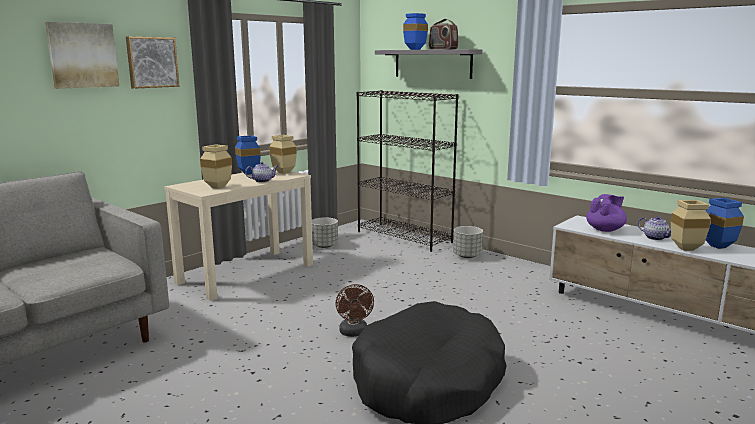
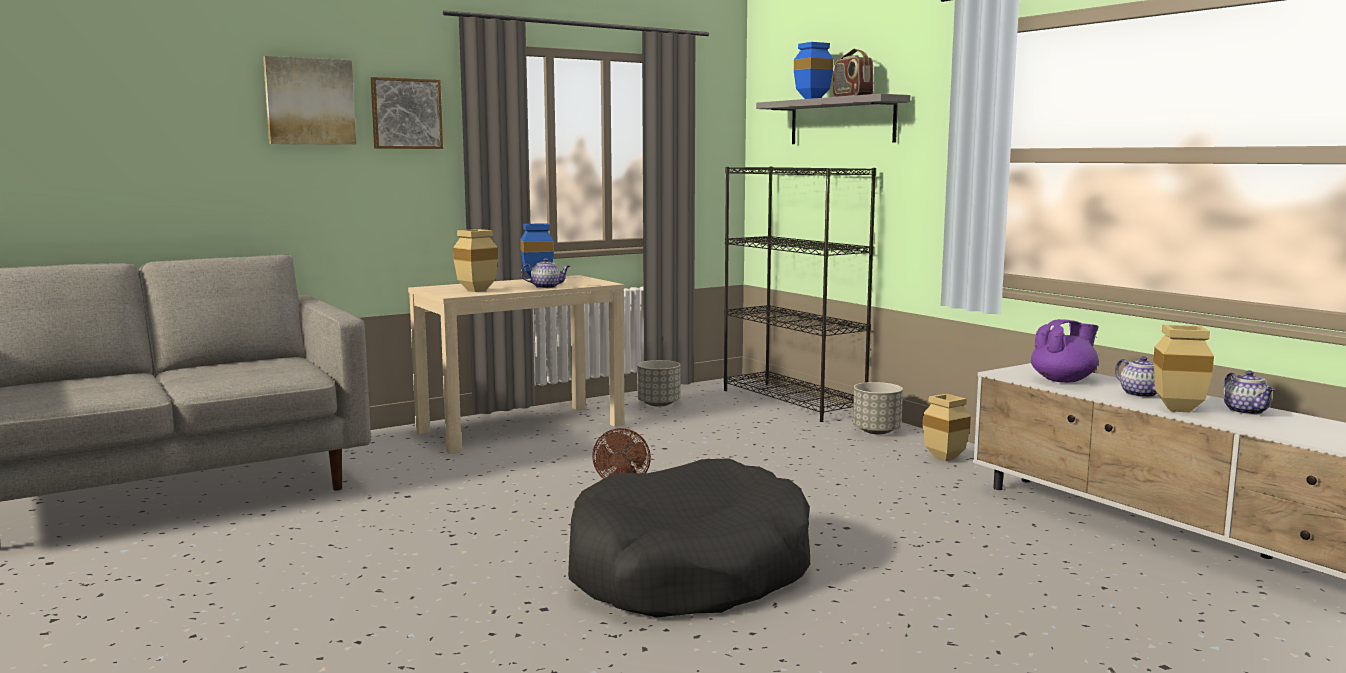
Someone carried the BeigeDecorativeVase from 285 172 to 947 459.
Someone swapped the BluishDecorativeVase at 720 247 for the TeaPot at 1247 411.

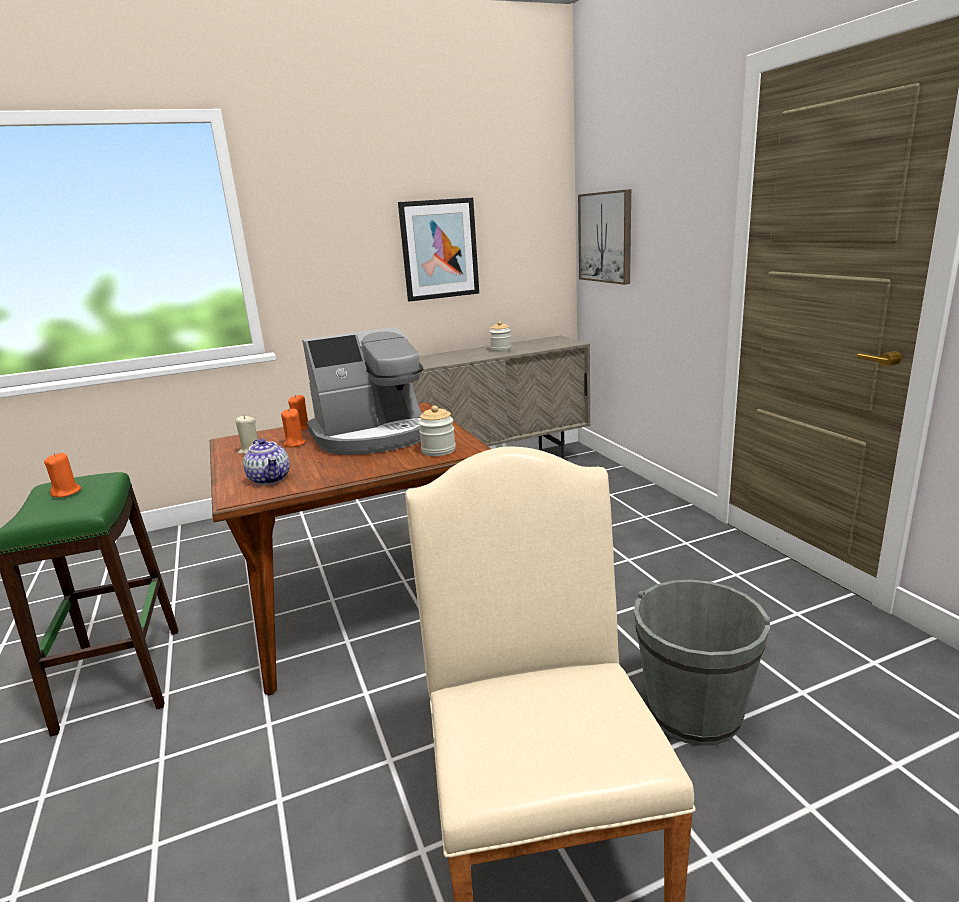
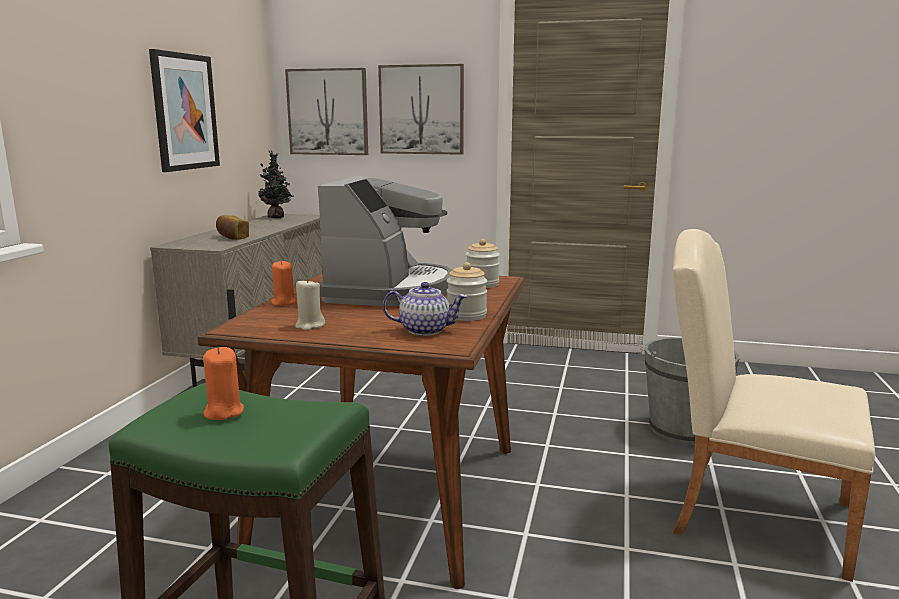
Someone took away the OrangeColouredCandle at 294 444.
Someone carried the Jar from 501 349 to 466 315.
Someone put down the BakedBread at 232 237.
Someone put down the Houseplant at 277 217.
Someone put up the WallArt at 422 110.

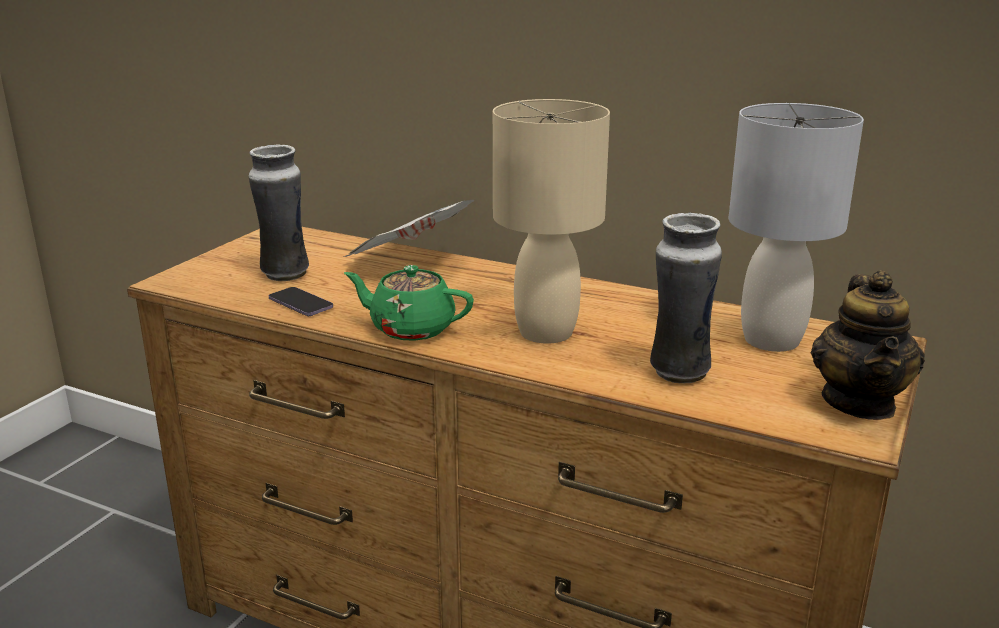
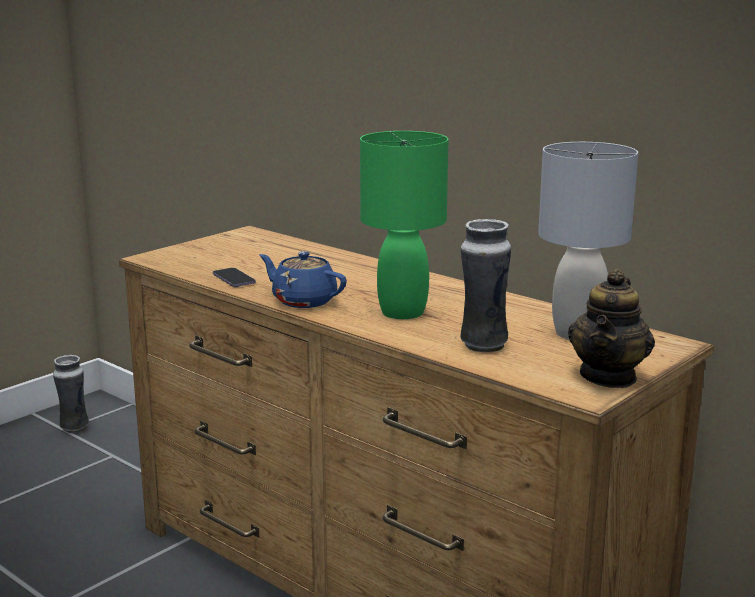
Someone carried the DecorativeVase from 284 275 to 74 428.
Someone took away the DailyPaper at 409 262.
Someone repainted the GreenTeaPot at 411 328, which became the BluishTeaPot at 303 301.
Someone repainted the BeigeLampForATable at 545 332, which became the GreenLampForATable at 401 312.

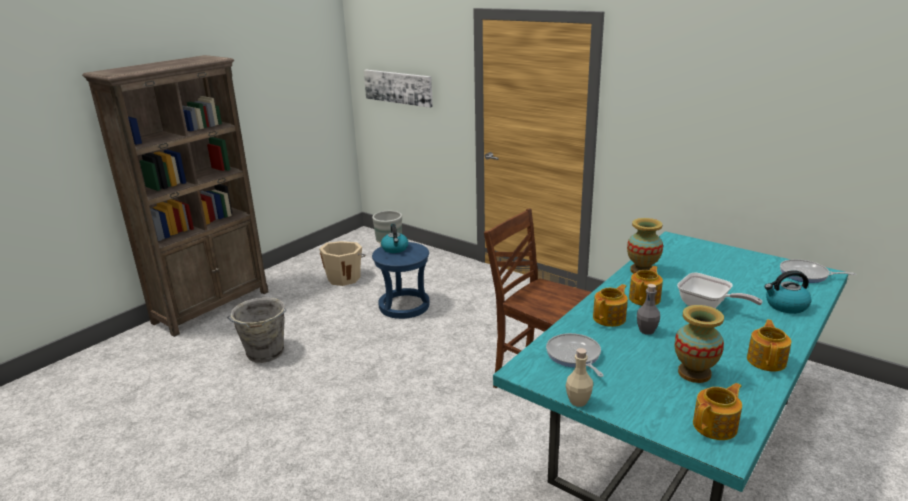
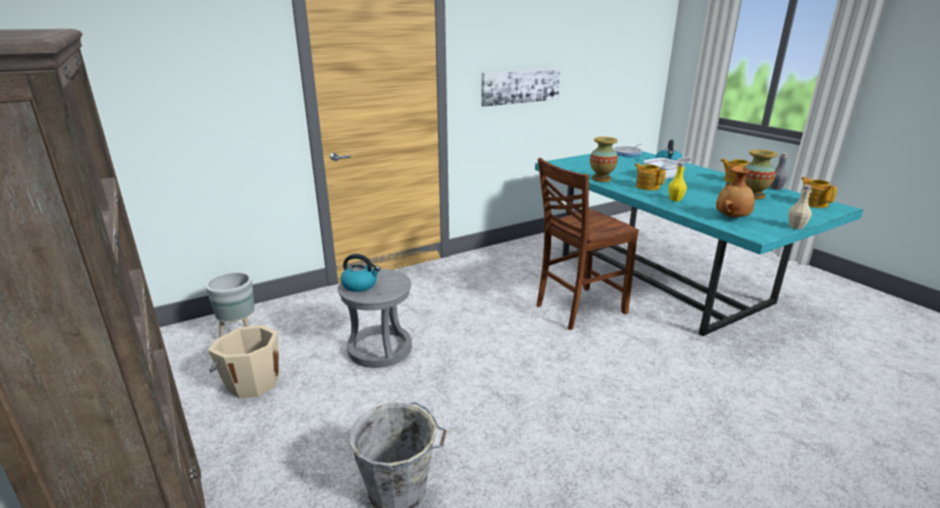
Someone carried the WallArt from 398 87 to 520 86.
Someone repainted the BluishStoolSeat at 404 305, which became the GreyStoolSeat at 379 349.
Someone swapped the FryingPan at 574 356 for the BrownDecorativeVase at 732 217.
Someone swapped the TeaPot at 610 318 for the YellowBottle at 675 199.
Someone carried the GreyBottle from 646 330 to 775 188.

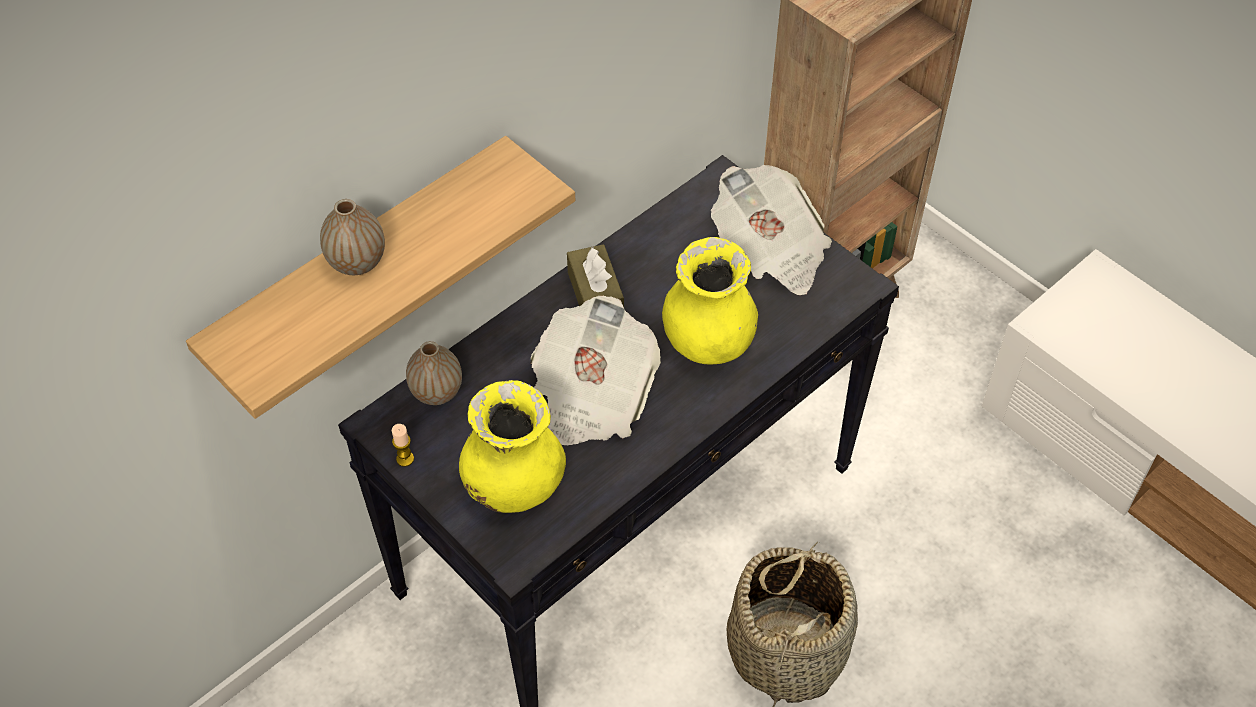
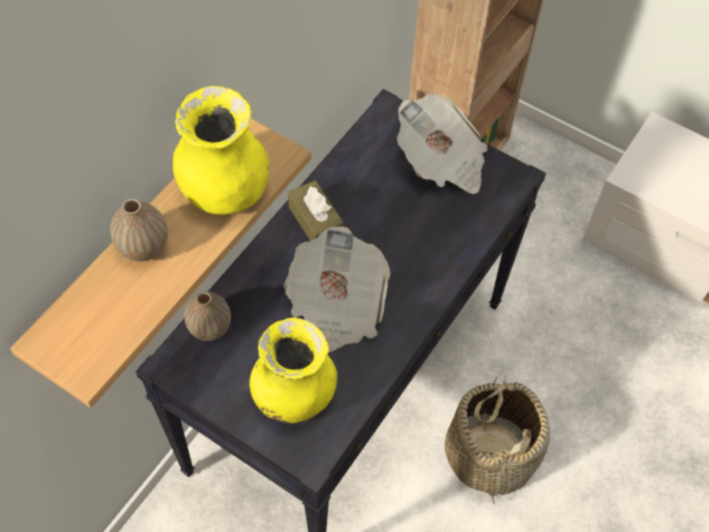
Someone took away the Candle at 405 459.
Someone carried the YellowDecorativeVase from 707 341 to 224 191.

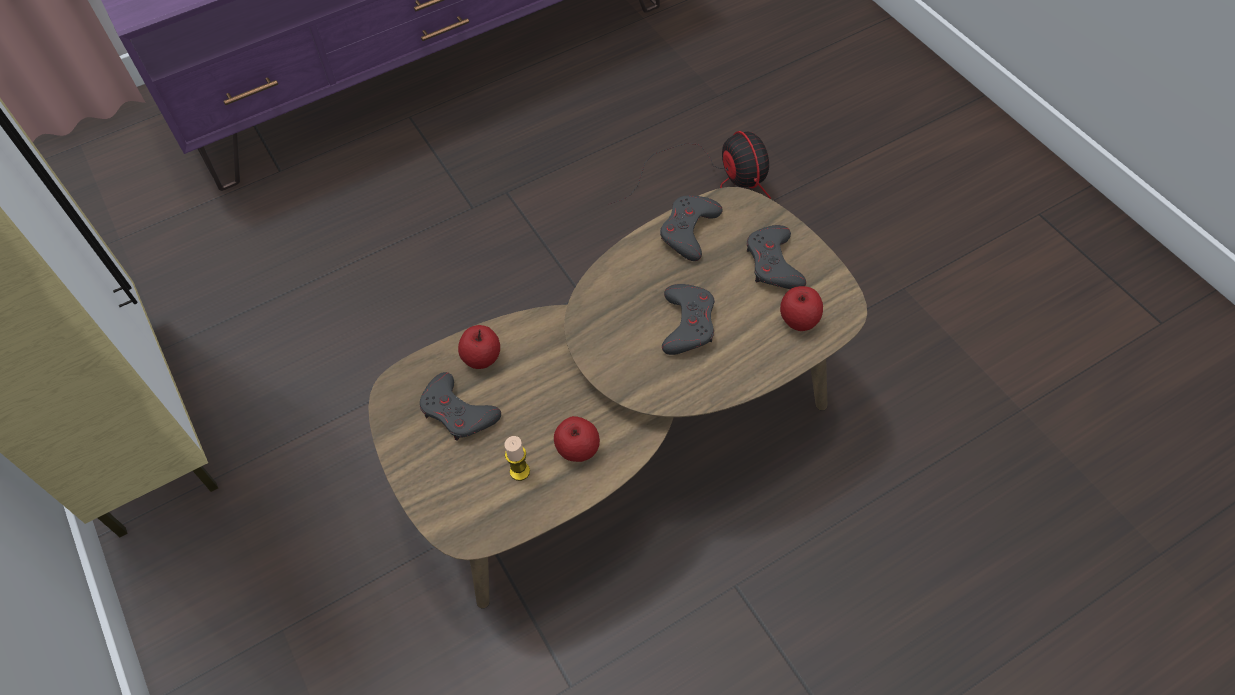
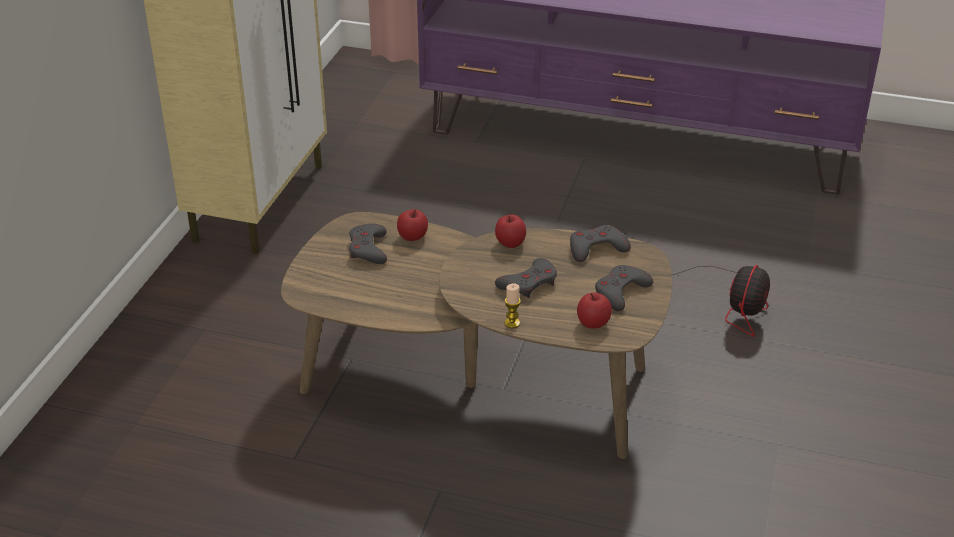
Someone carried the Candle from 519 471 to 512 323.
Someone carried the WholeApple from 578 449 to 510 243.

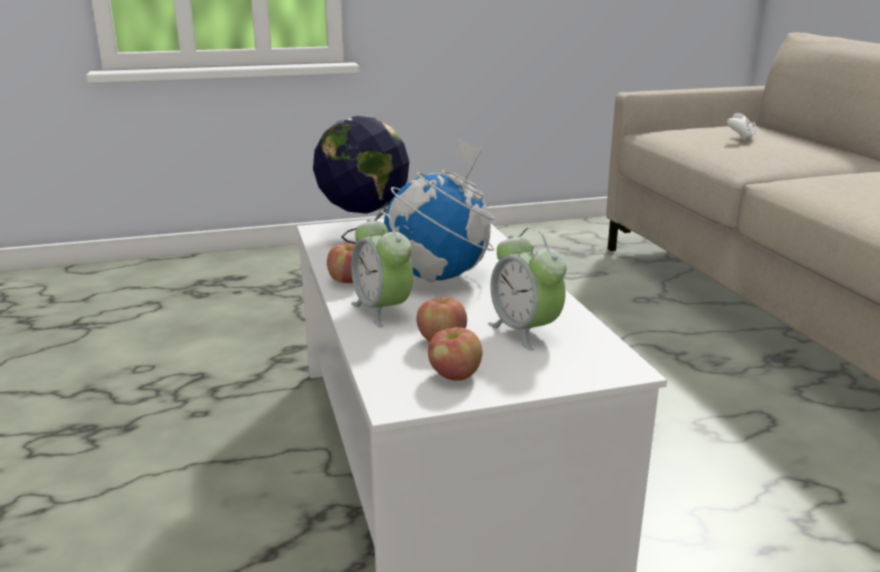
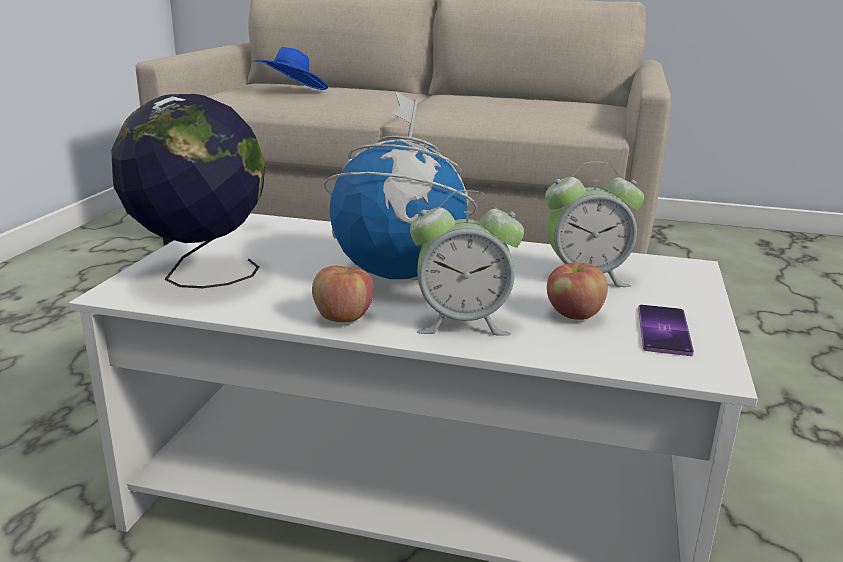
Someone swapped the WholeApple at 455 375 for the Telephone at 664 330.
Someone swapped the WhitishGameController at 740 138 for the BluishClothingHat at 292 92.

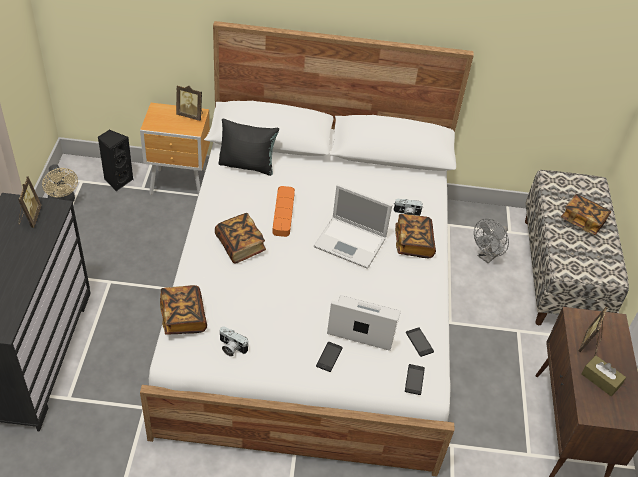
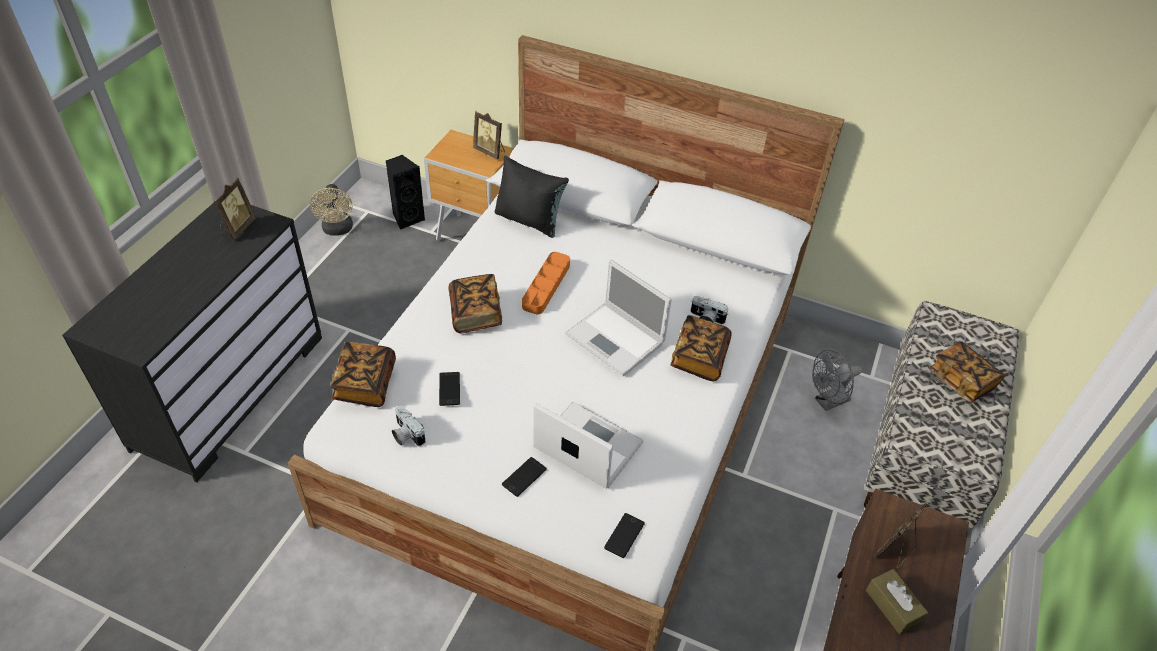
Someone carried the Telephone from 419 342 to 449 389.

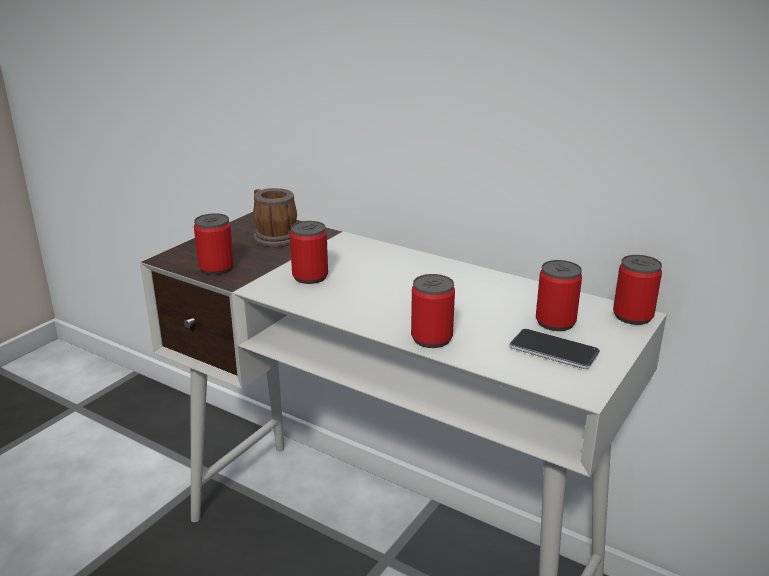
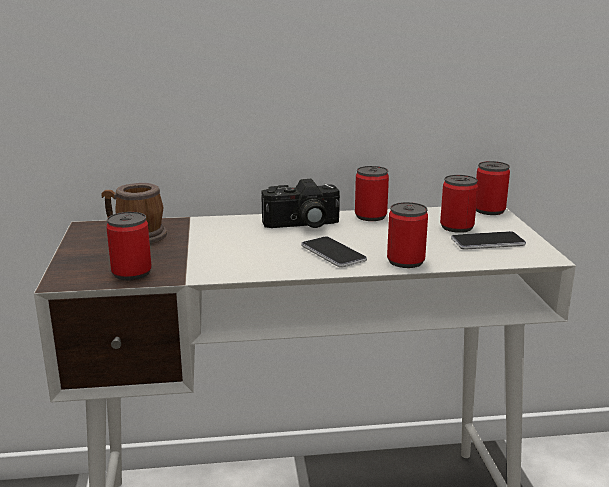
Someone carried the SealedCan from 310 277 to 370 216.
Someone put down the StillCamera at 302 225.
Someone put down the Telephone at 333 253.

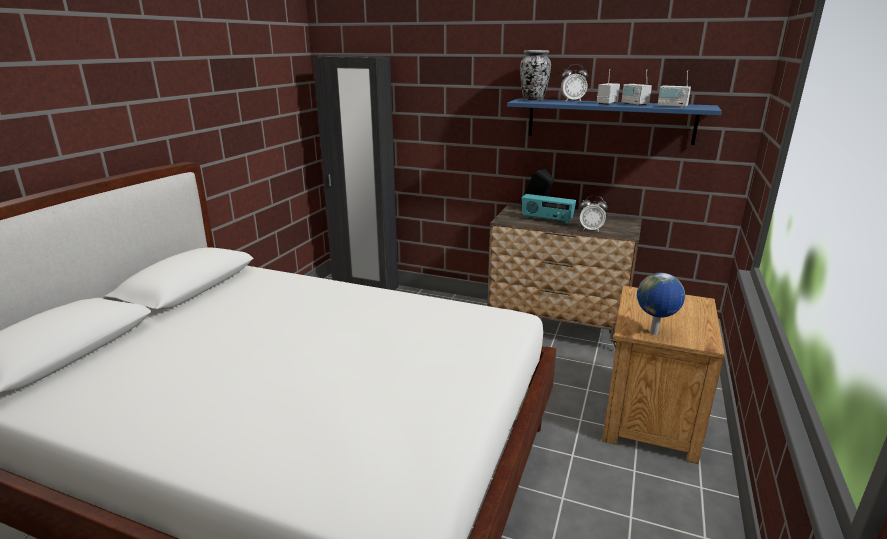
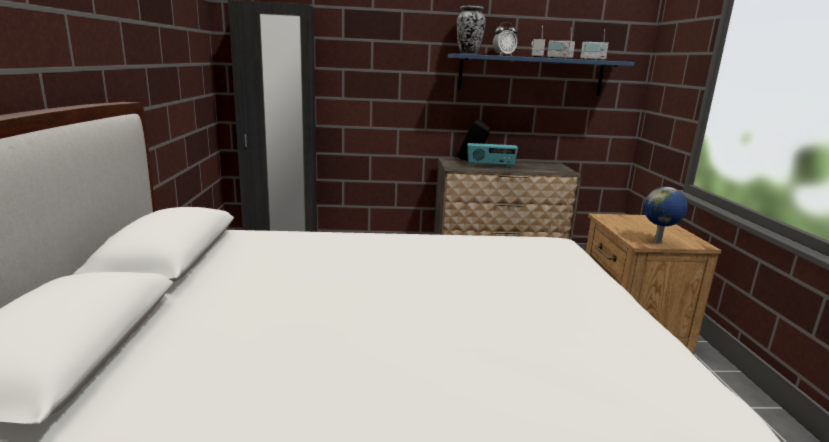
Someone took away the AlarmClock at 591 230.

